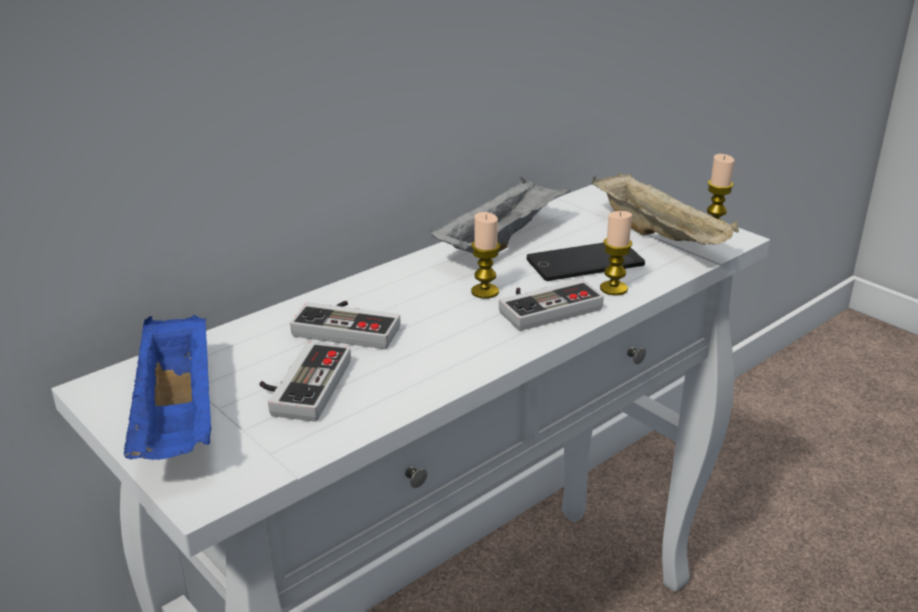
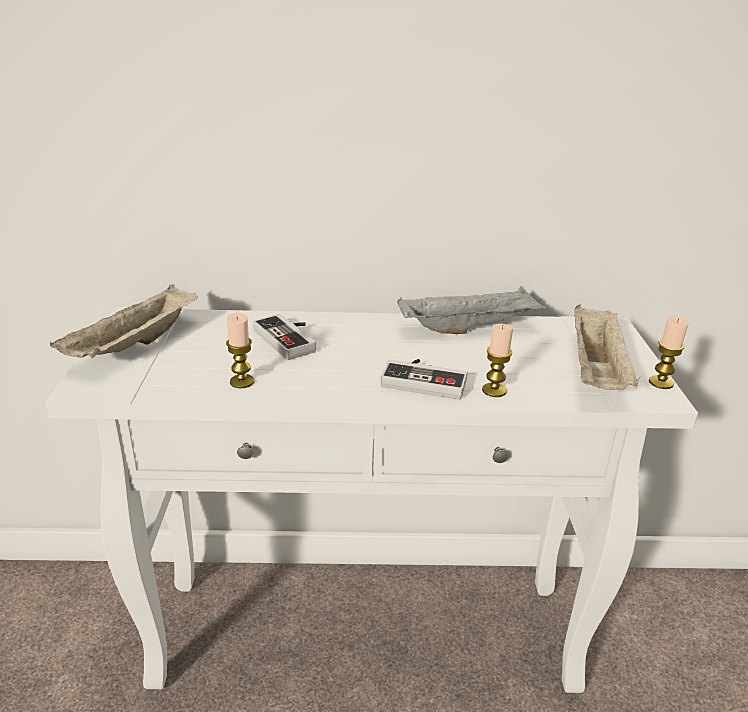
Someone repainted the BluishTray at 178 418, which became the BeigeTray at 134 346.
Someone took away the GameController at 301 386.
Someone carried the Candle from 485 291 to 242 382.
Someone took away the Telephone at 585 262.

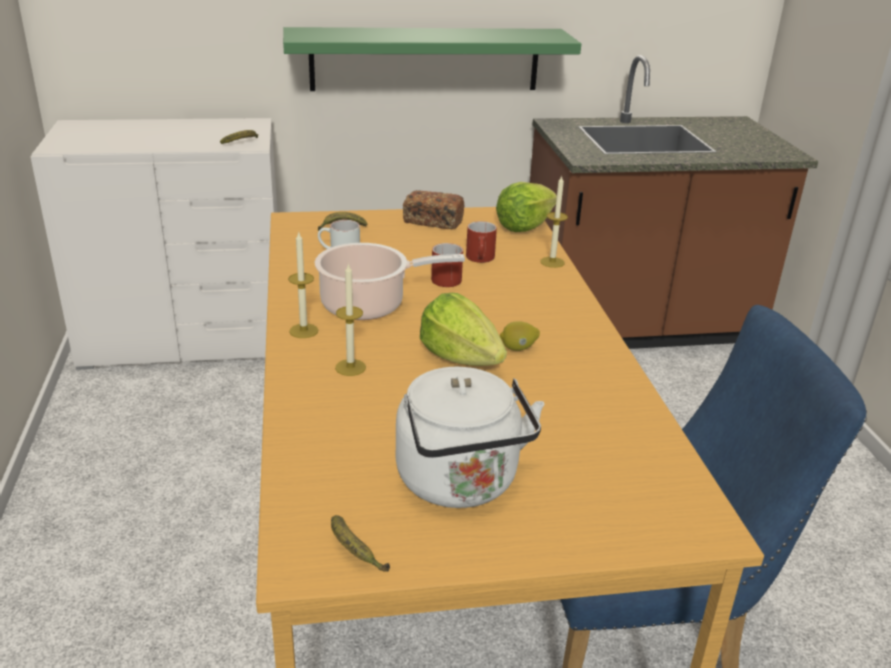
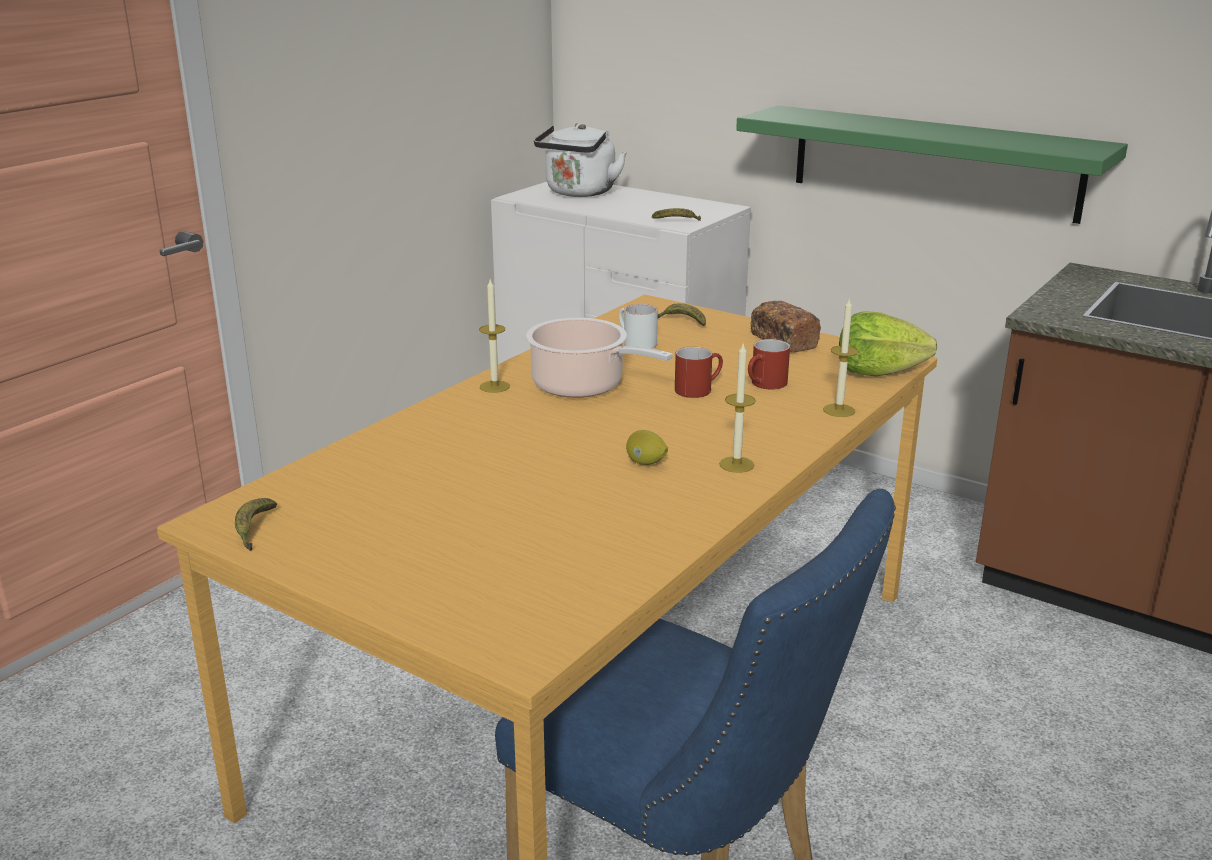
Someone carried the Candle from 350 367 to 736 464.
Someone carried the WhitishWaterKettle from 461 484 to 579 193.
Someone took away the HeadOfLettuce at 460 357.

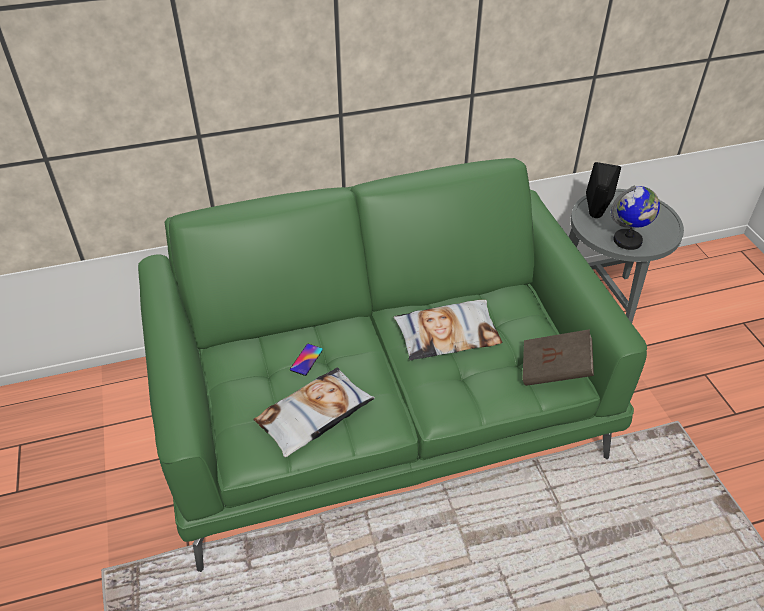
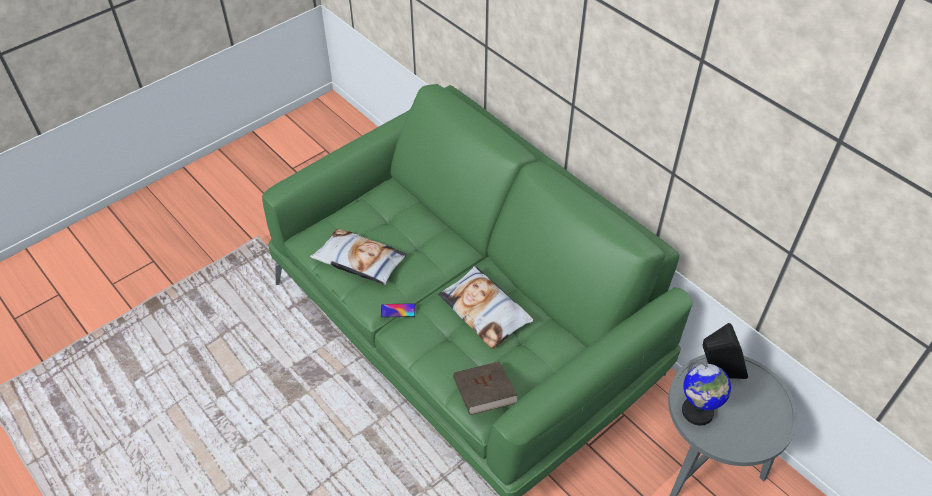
Someone carried the Telephone from 306 359 to 398 310.

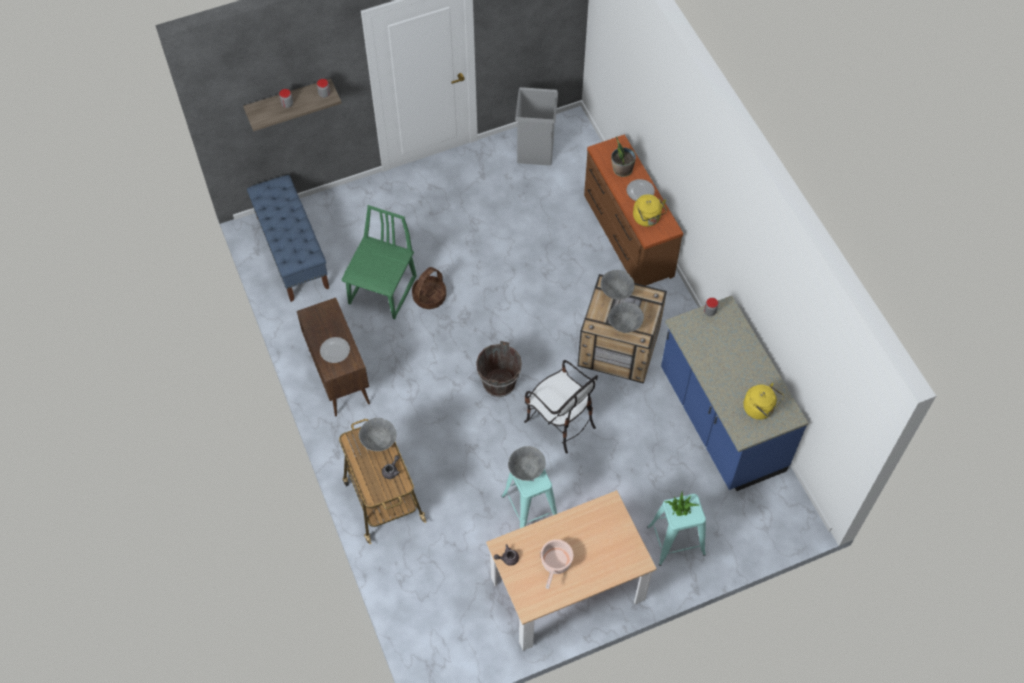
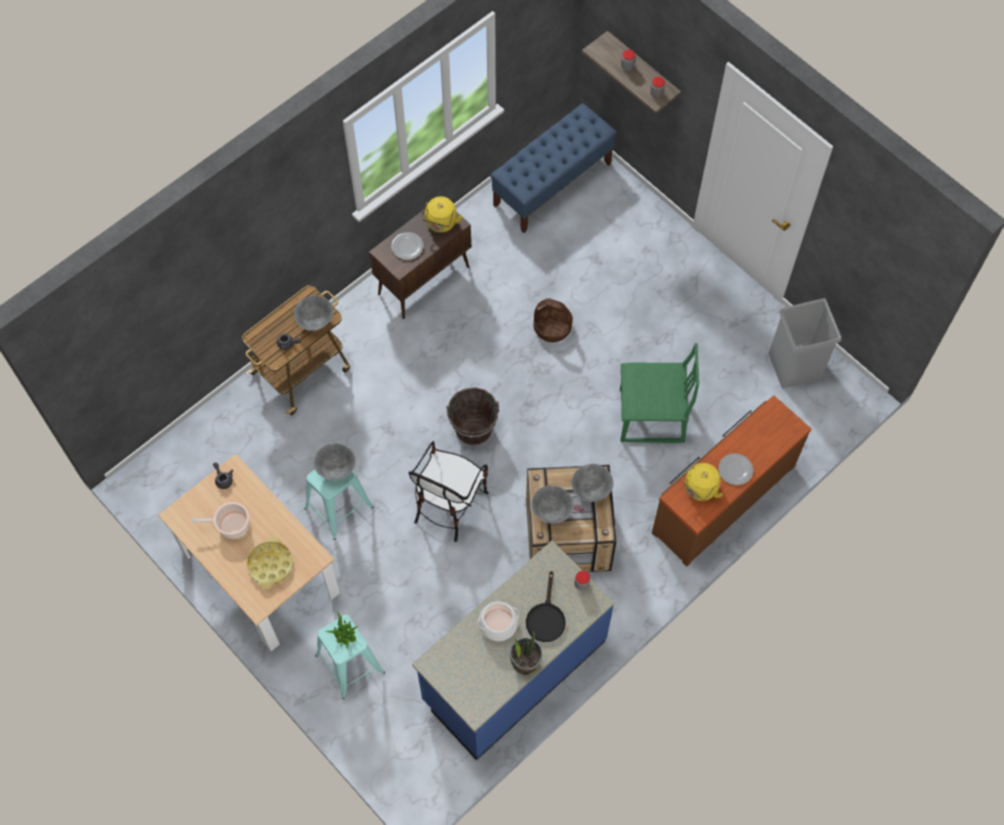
Someone carried the GreenChair from 383 290 to 651 417.
Someone carried the Houseplant from 622 170 to 525 661.
Someone carried the YellowWaterKettle from 760 409 to 441 224.
Someone put down the YellowTray at 270 564.
Someone put down the Stockpot at 498 624.
Someone put down the BlackColouredFryingPan at 545 617.

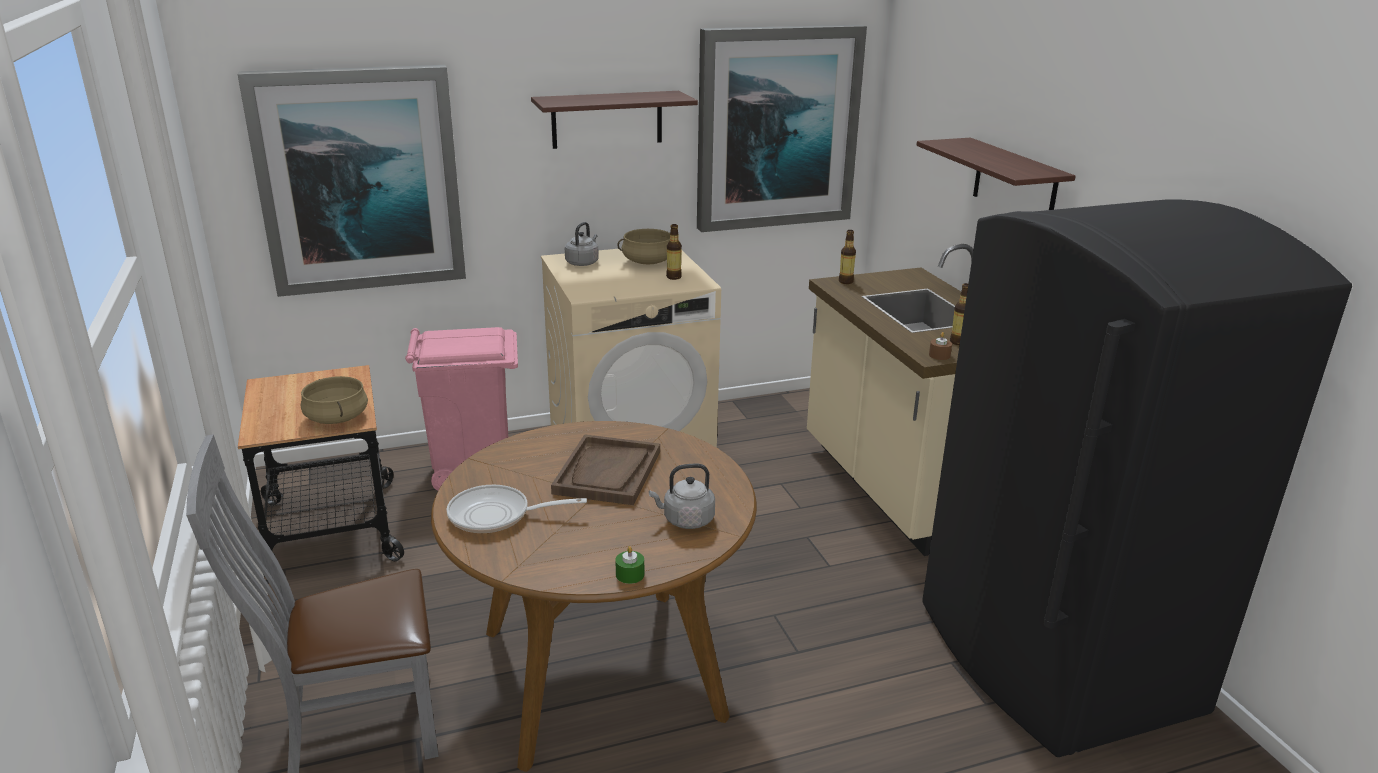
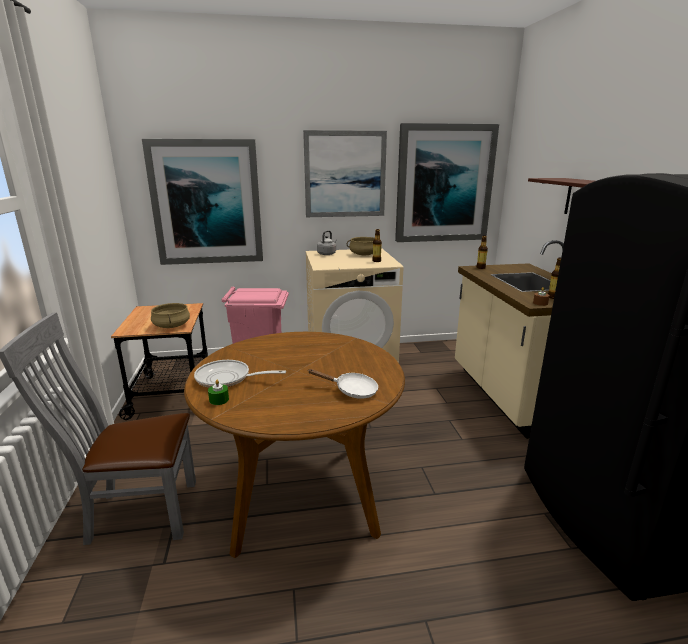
Someone swapped the BracketShelf at 607 119 for the WallArt at 345 174.
Someone took away the BrownTray at 608 472.
Someone carried the GreenCandle from 630 574 to 219 400.
Someone swapped the GreyWaterKettle at 685 520 for the WhitishFryingPan at 352 390.

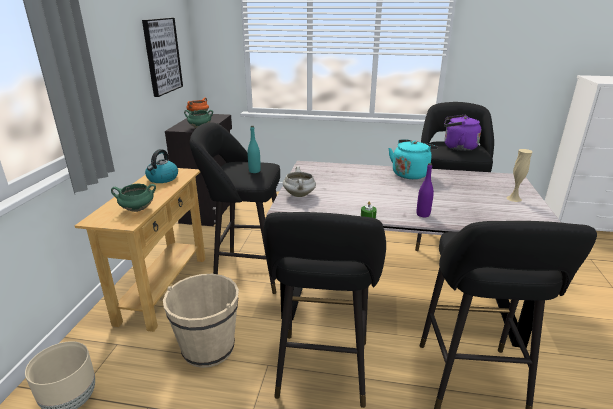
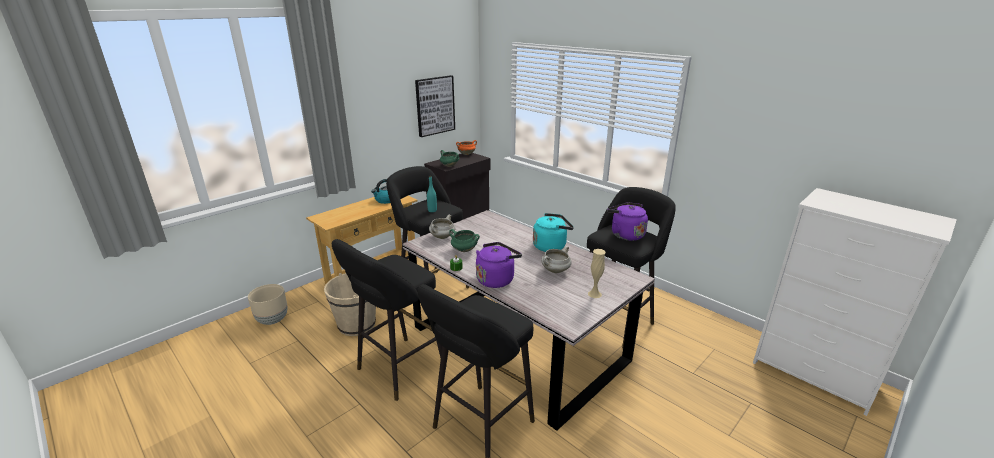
Someone carried the GreenStockpot from 137 209 to 464 250.
Someone swapped the PurpleBottle at 423 214 for the PurpleWaterKettle at 496 279.
Someone put down the WhitishStockpot at 555 271.

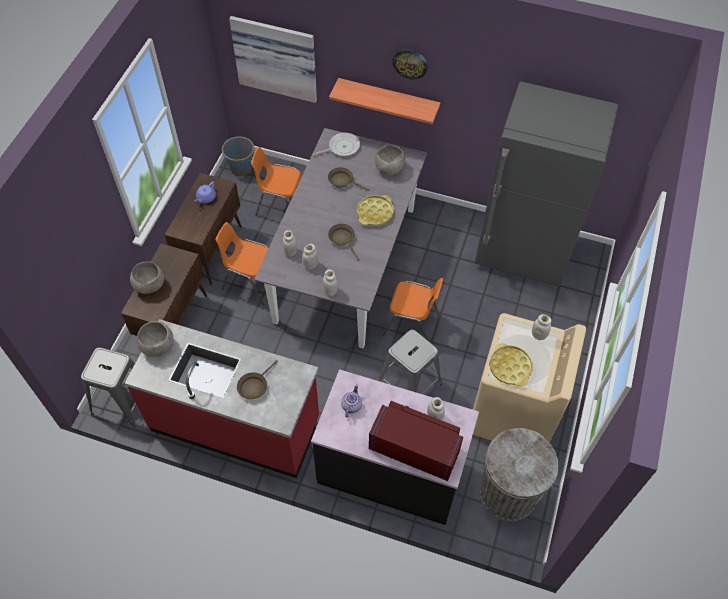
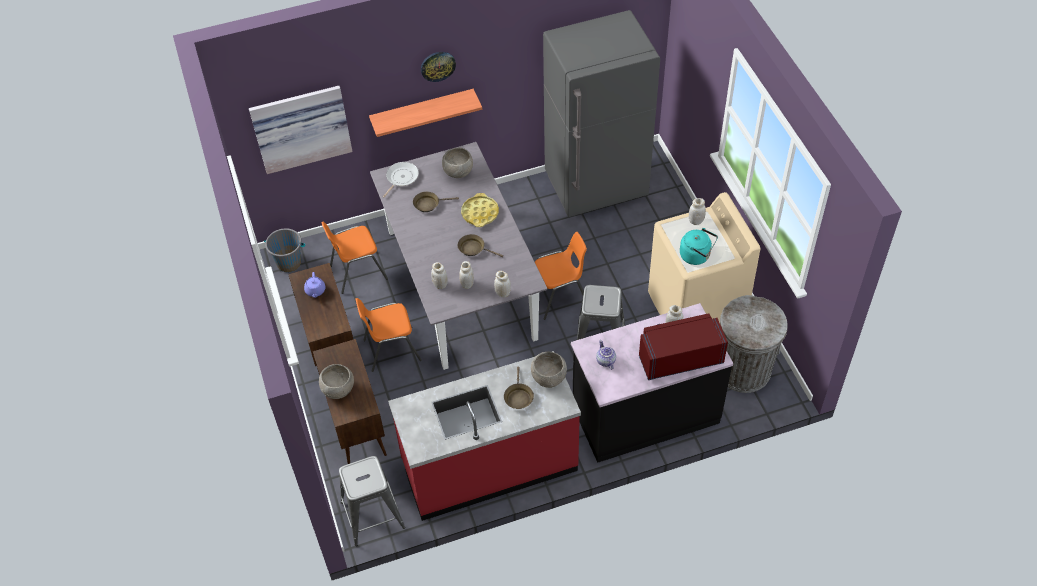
Someone carried the GreyBowl from 158 346 to 548 378.
Someone swapped the YellowTray at 510 367 for the TurquoiseColouredWaterKettle at 696 256.

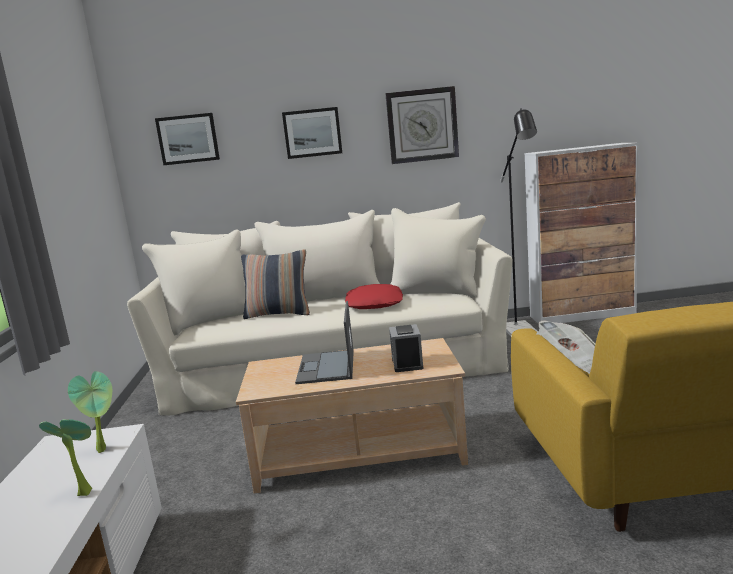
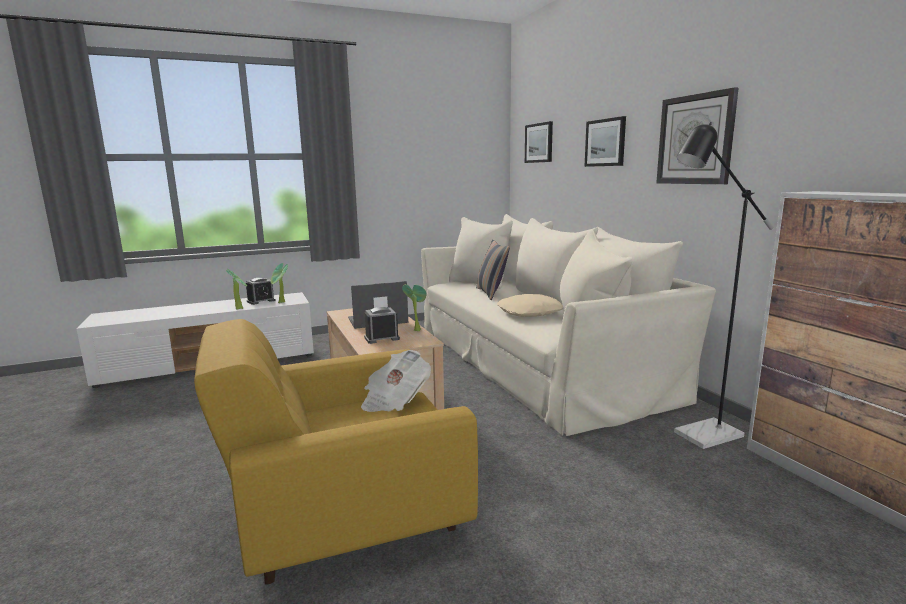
Someone repainted the ReddishCushion at 375 304, which became the BeigeCushion at 529 313.
Someone put down the AlarmClock at 261 301.
Someone put down the Houseplant at 416 330.

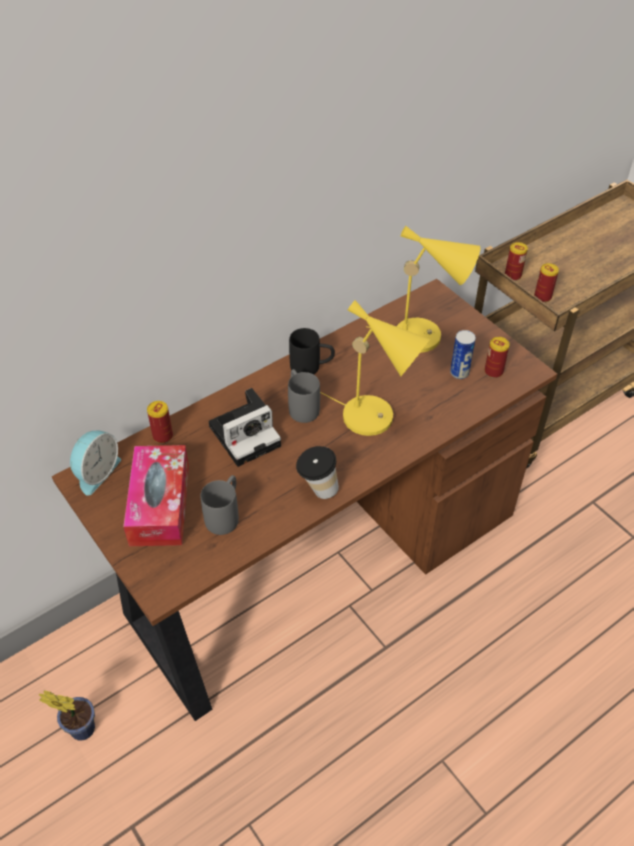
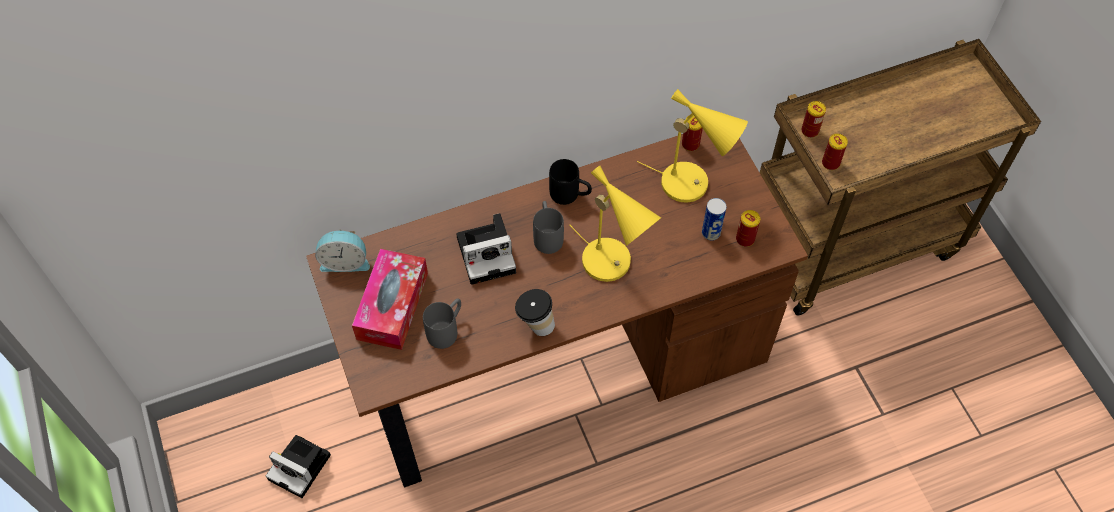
Someone swapped the Houseplant at 79 728 for the StillCamera at 302 467.
Someone rotated the AlarmClock at 96 472 by 45 degrees clockwise.
Someone carried the SealedCan from 163 436 to 690 144.

